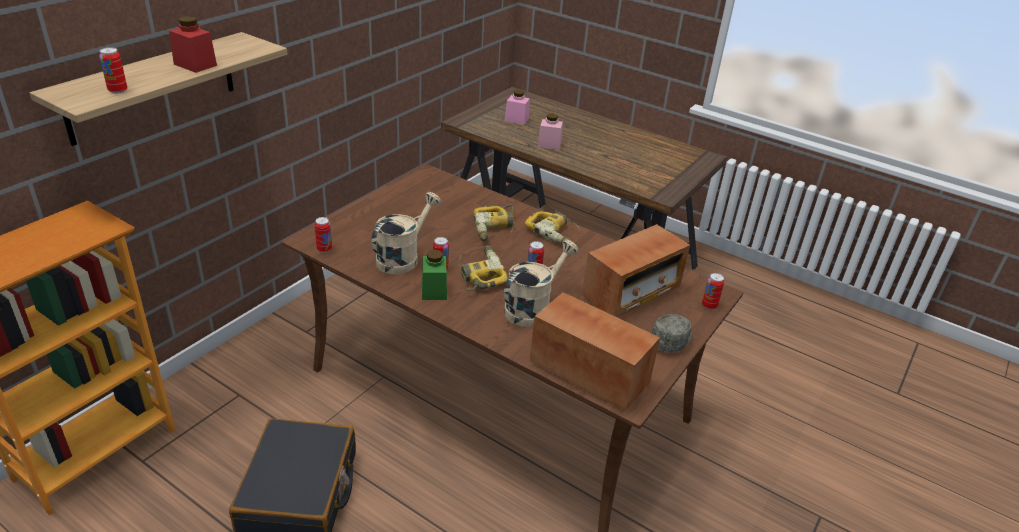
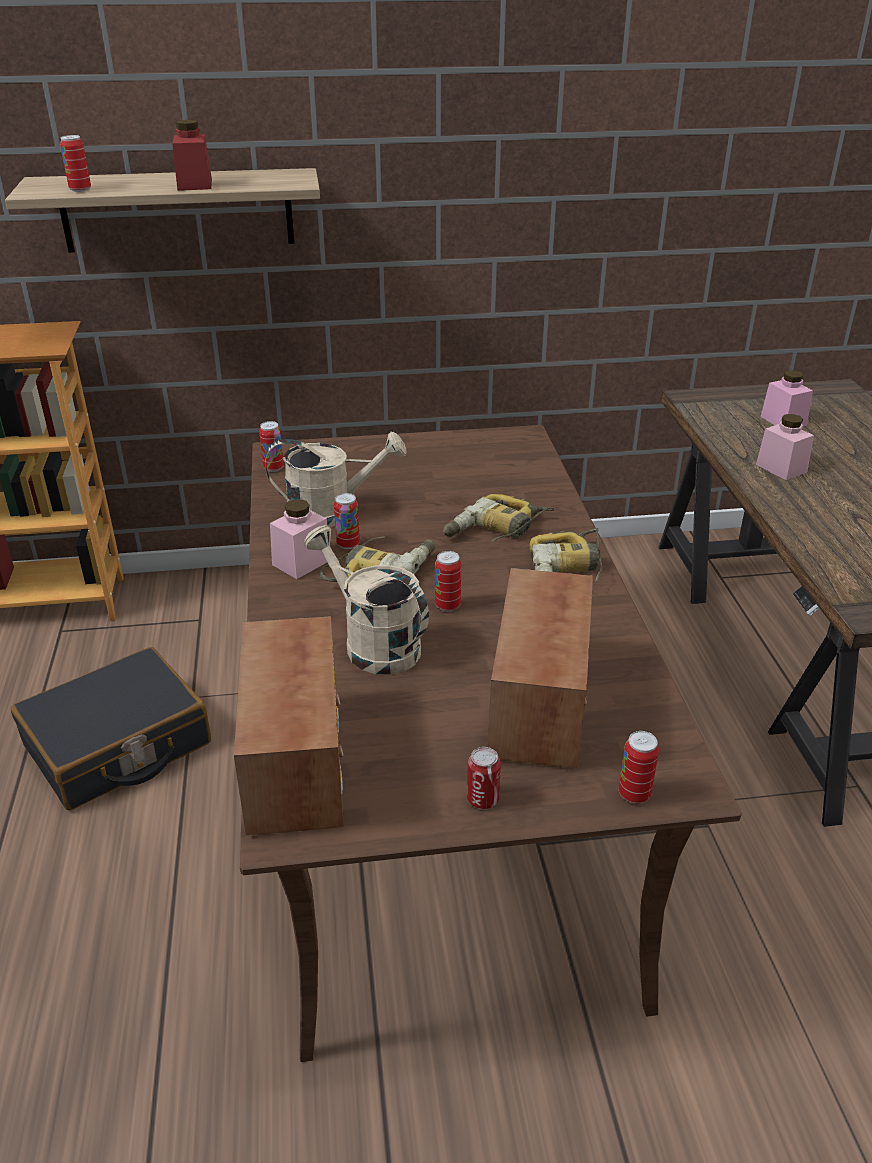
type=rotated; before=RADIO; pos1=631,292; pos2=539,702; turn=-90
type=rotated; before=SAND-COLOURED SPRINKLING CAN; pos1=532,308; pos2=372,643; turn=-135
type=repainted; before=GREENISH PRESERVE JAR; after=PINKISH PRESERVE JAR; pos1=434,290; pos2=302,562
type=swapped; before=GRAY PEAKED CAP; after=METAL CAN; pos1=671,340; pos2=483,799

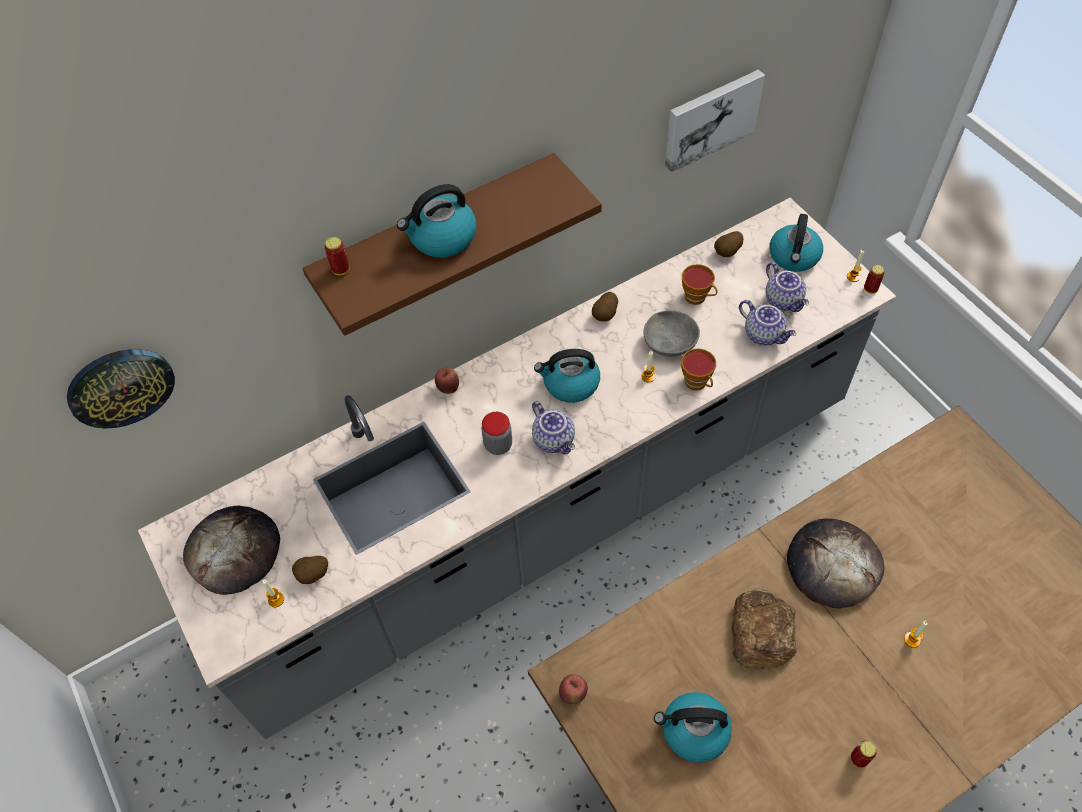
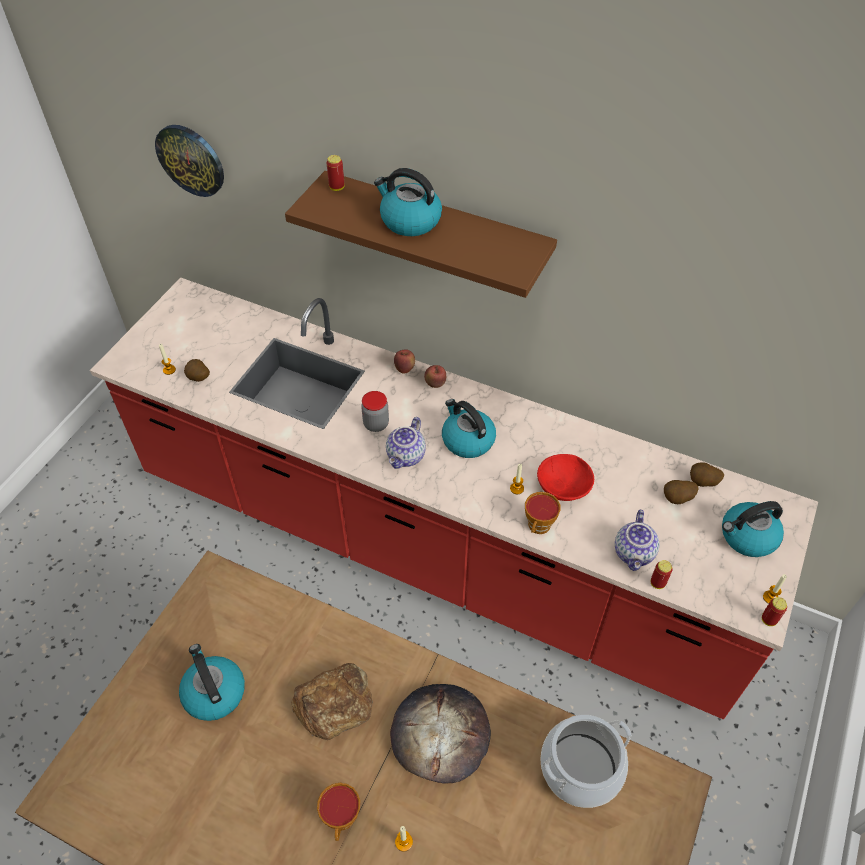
type=gone; before=WALL PICTURE; pos1=710,118
type=repainted; before=GRAY COUNTER; after=REDDISH COUNTER; pos1=546,515; pos2=432,547
type=gone; before=TEA POT; pos1=784,300
type=shifted; before=SMALL CUP; pos1=697,297; pos2=342,820
type=shifted; before=WHOLE POTATO; pos1=605,315; pos2=677,499
type=repainted; before=GRAY DEEP DISH; after=REDDISH DEEP DISH; pos1=670,343; pos2=564,488
type=gone; before=BREAD; pos1=234,551
type=shifted; before=APPLE; pos1=573,694; pos2=435,384
type=shifted; before=METAL CAN; pos1=858,759; pos2=657,583
type=new; after=SAUCEPOT; pos2=581,768

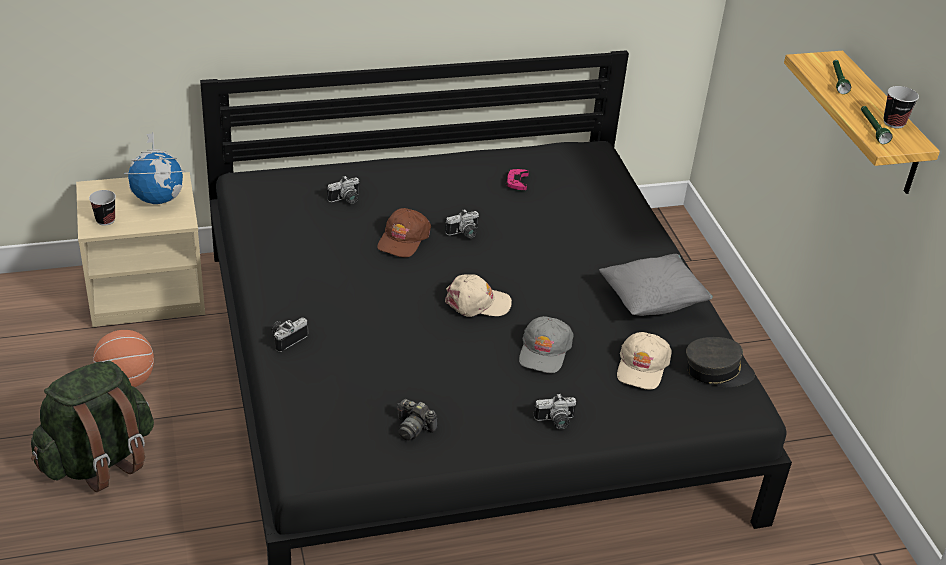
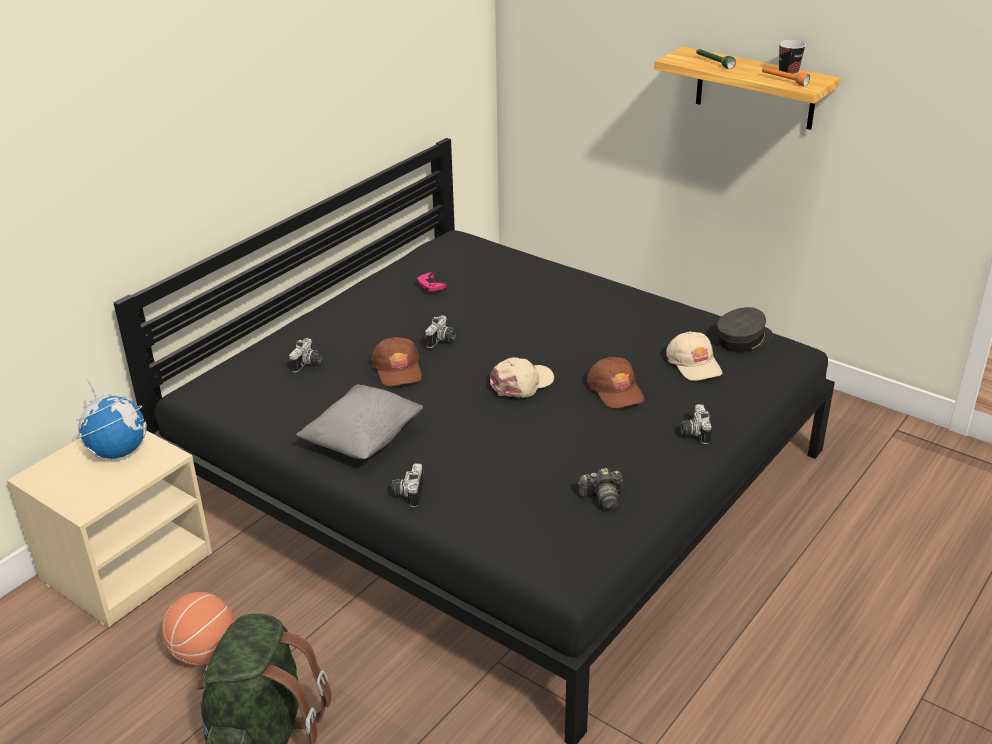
type=repainted; before=GREENISH FLASHLIGHT; after=ORANGEY FLASHLIGHT; pos1=872,129; pos2=783,81
type=gone; before=SMALL CUP; pos1=105,220
type=shifted; before=GRAY PILLOW; pos1=652,301; pos2=363,440
type=repainted; before=GRAY PEAKED CAP; after=BROWN-COLOURED PEAKED CAP; pos1=544,351; pos2=615,390
type=rotated; before=PHOTO CAMERA; pos1=555,422; pos2=693,432; turn=135

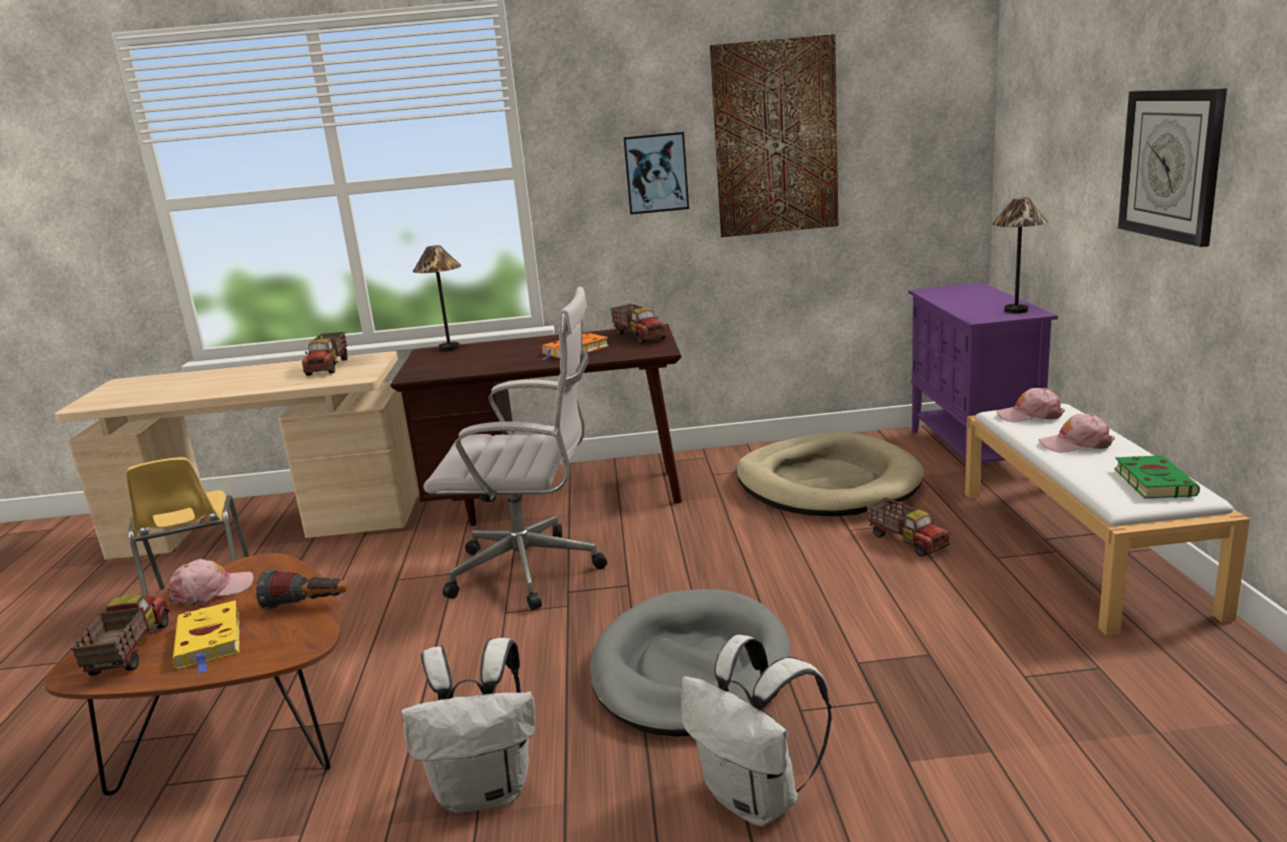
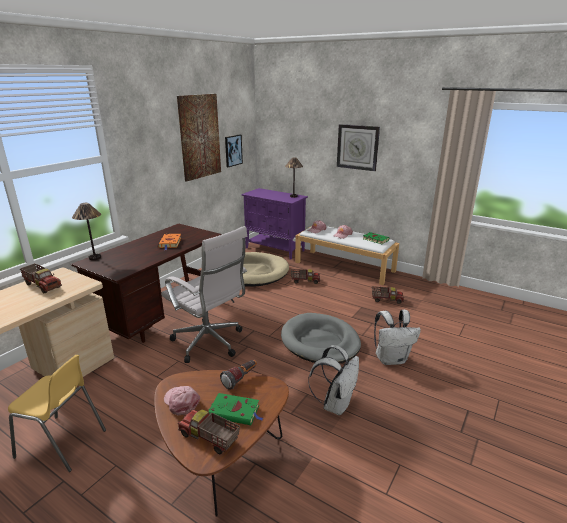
type=shifted; before=WALL PICTURE; pos1=656,173; pos2=233,150
type=rotated; before=WHITE DESK CHAIR; pos1=533,571; pos2=210,343; turn=90
type=shifted; before=TOY LORRY; pos1=640,336; pos2=386,300
type=rotated; before=PINKISH PEAKED CAP; pos1=211,591; pos2=181,402; turn=-45
type=repainted; before=YELLOW-COLOURED BOOK; after=GREENISH BOOK; pos1=209,641; pos2=235,412

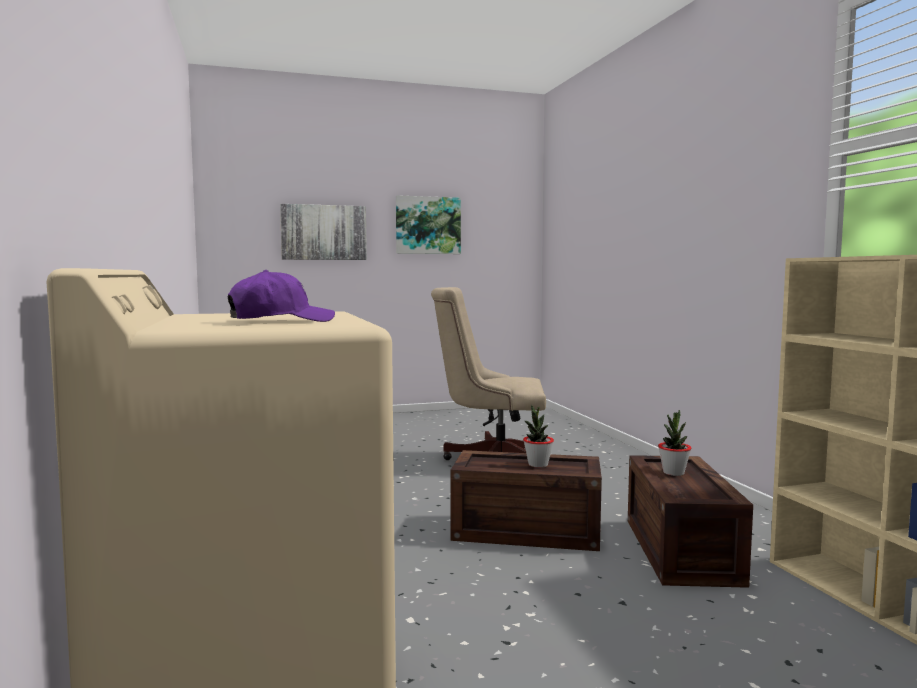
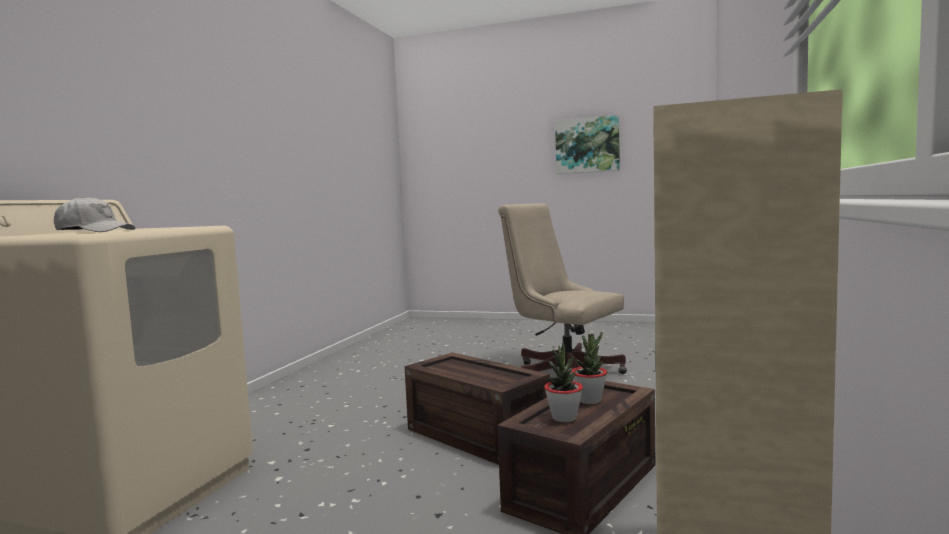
type=gone; before=WALL PICTURE; pos1=324,232
type=repainted; before=PURPLE PEAKED CAP; after=WHITE PEAKED CAP; pos1=281,321; pos2=94,232
type=shifted; before=POTTED PLANT; pos1=538,465; pos2=564,418

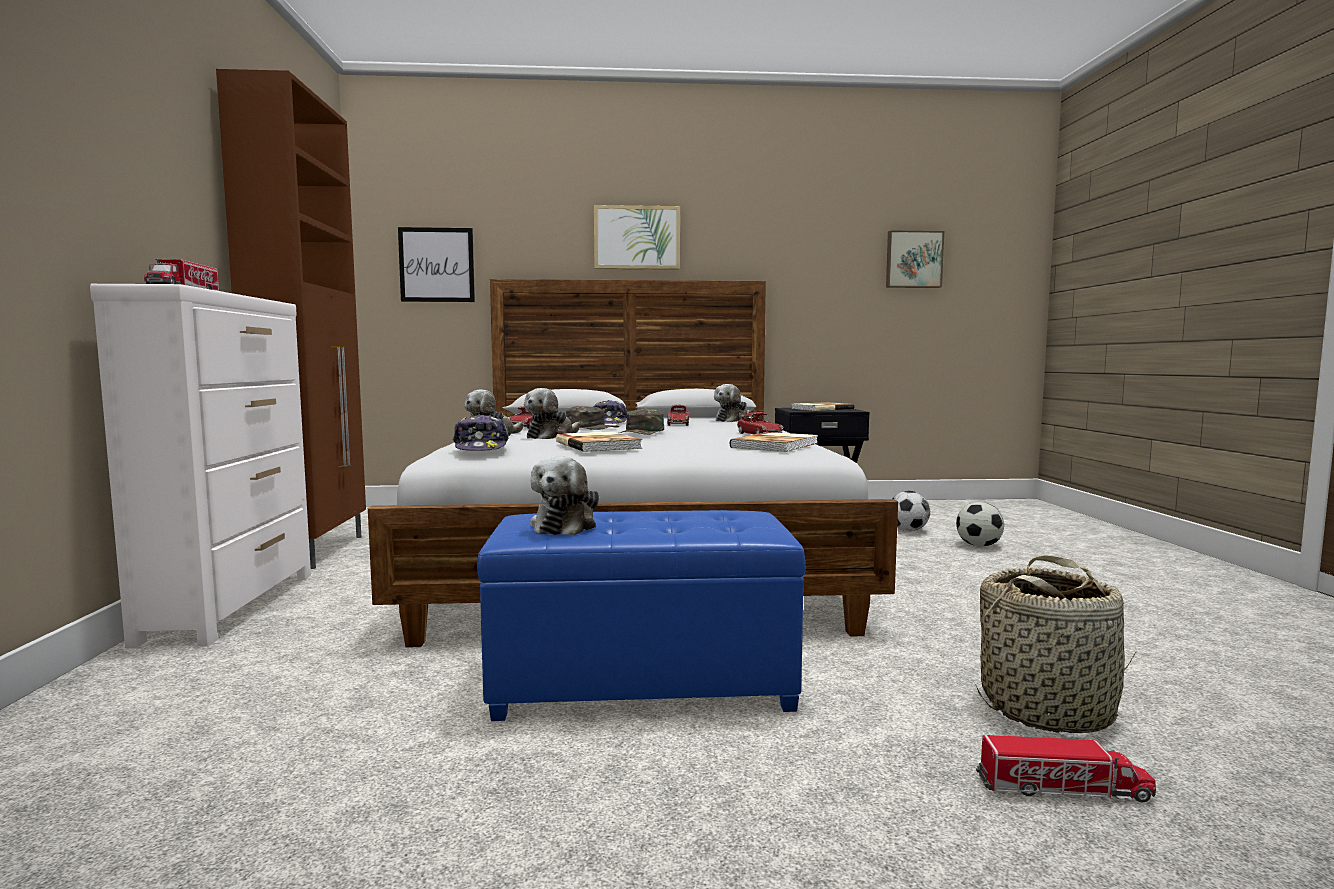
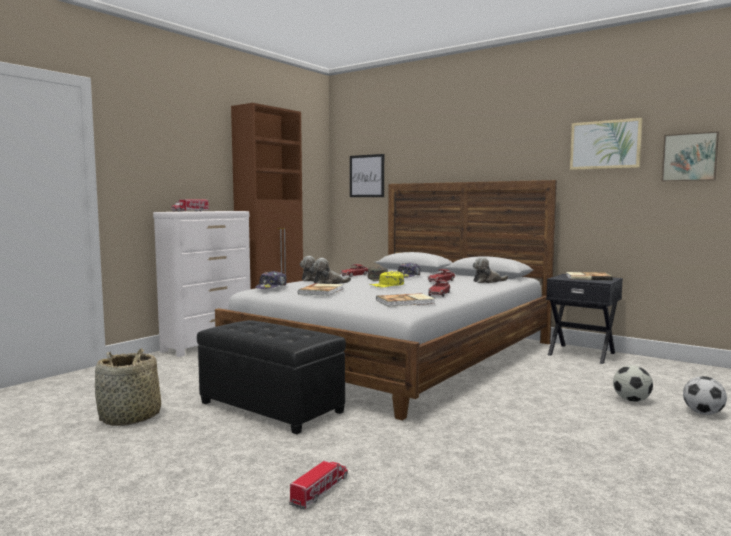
type=shifted; before=WALL PICTURE; pos1=637,238; pos2=605,145
type=repainted; before=GREENISH PEAKED CAP; after=YELLOW-COLOURED PEAKED CAP; pos1=642,432; pos2=387,285
type=gone; before=SOFT TOY; pos1=565,525
type=shifted; before=FOOTBALL; pos1=908,530; pos2=703,413
type=repainted; before=BLUE-COLOURED OTTOMAN; after=BLACK OTTOMAN; pos1=642,681; pos2=271,407
type=shifted; before=STORAGE BASKET; pos1=1048,708; pos2=130,418
type=rotated; before=TOY LORRY; pos1=1063,789; pos2=320,491; turn=-105

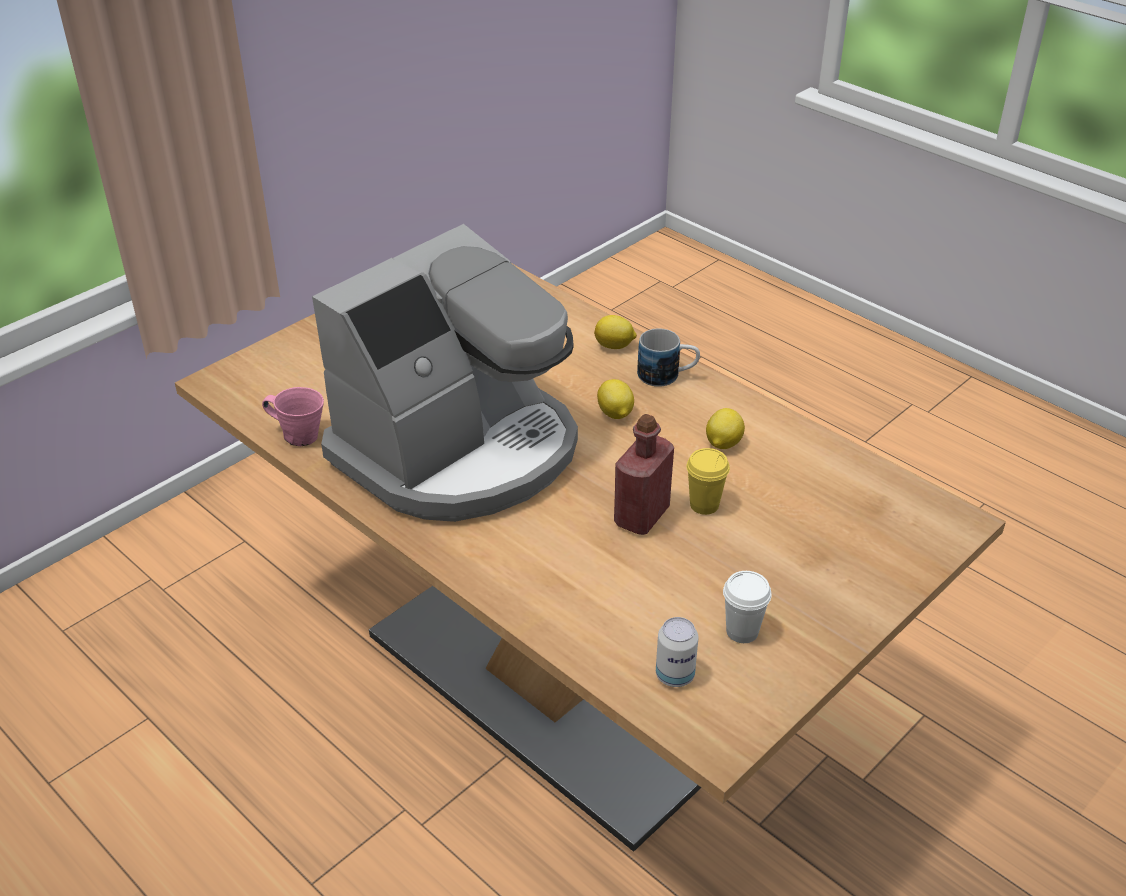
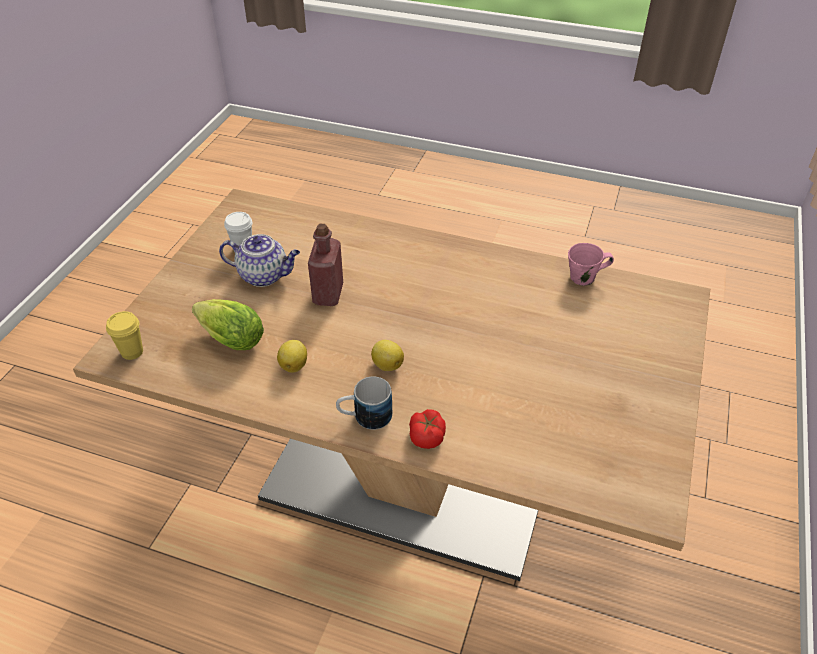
type=gone; before=COFFEE MAKER; pos1=459,451
type=swapped; before=WHOLE LEMON; after=TOMATO; pos1=614,346; pos2=427,436
type=shifted; before=YELLOW-COLOURED SMALL CUP; pos1=704,505; pos2=132,352
type=gone; before=METAL CAN; pos1=674,675
type=new; after=TEA POT; pos2=264,275
type=new; after=HEAD OF LETTUCE; pos2=228,338

